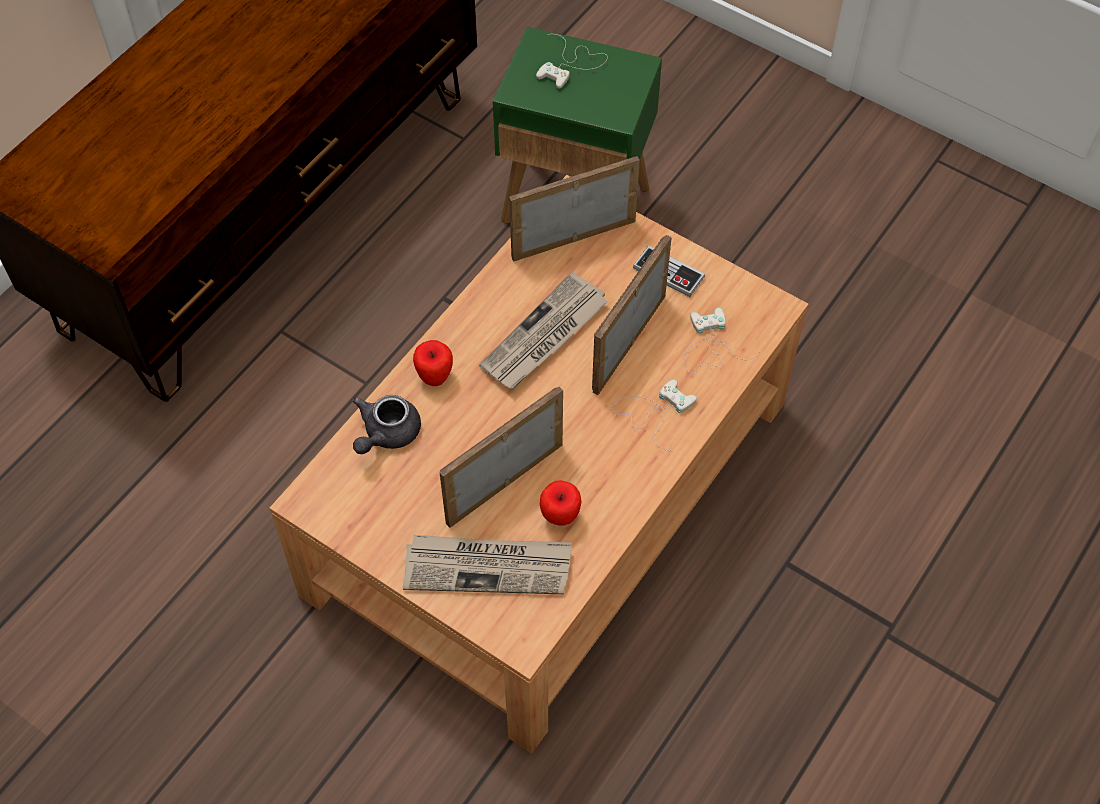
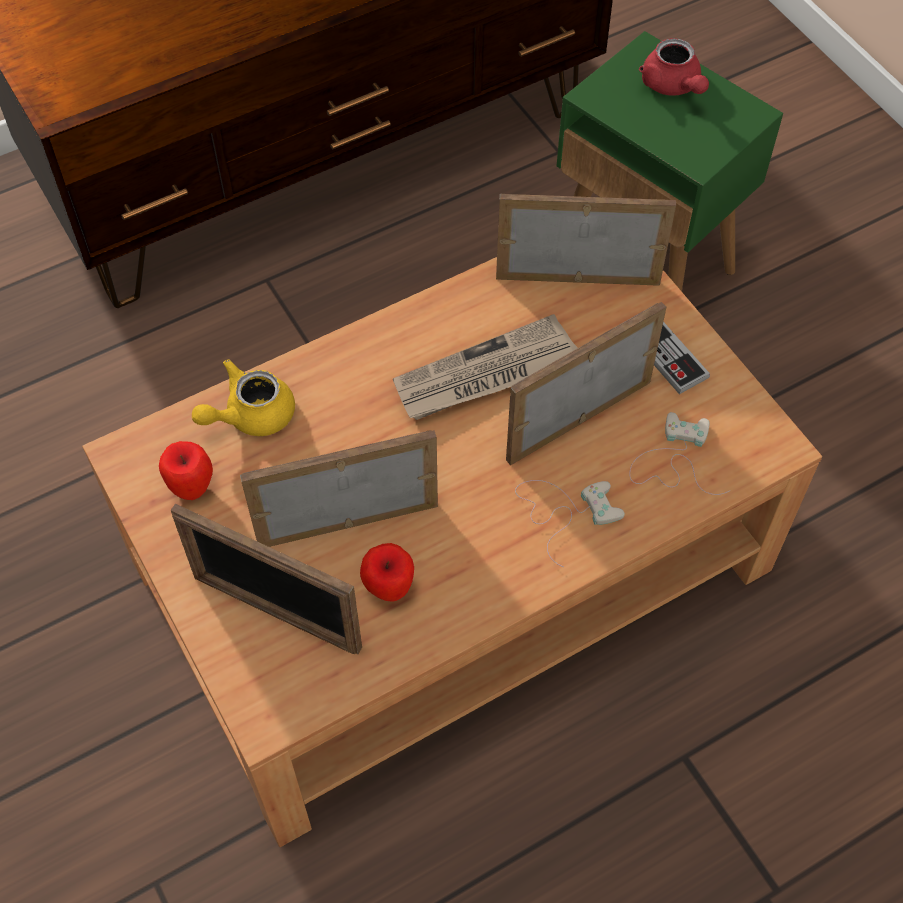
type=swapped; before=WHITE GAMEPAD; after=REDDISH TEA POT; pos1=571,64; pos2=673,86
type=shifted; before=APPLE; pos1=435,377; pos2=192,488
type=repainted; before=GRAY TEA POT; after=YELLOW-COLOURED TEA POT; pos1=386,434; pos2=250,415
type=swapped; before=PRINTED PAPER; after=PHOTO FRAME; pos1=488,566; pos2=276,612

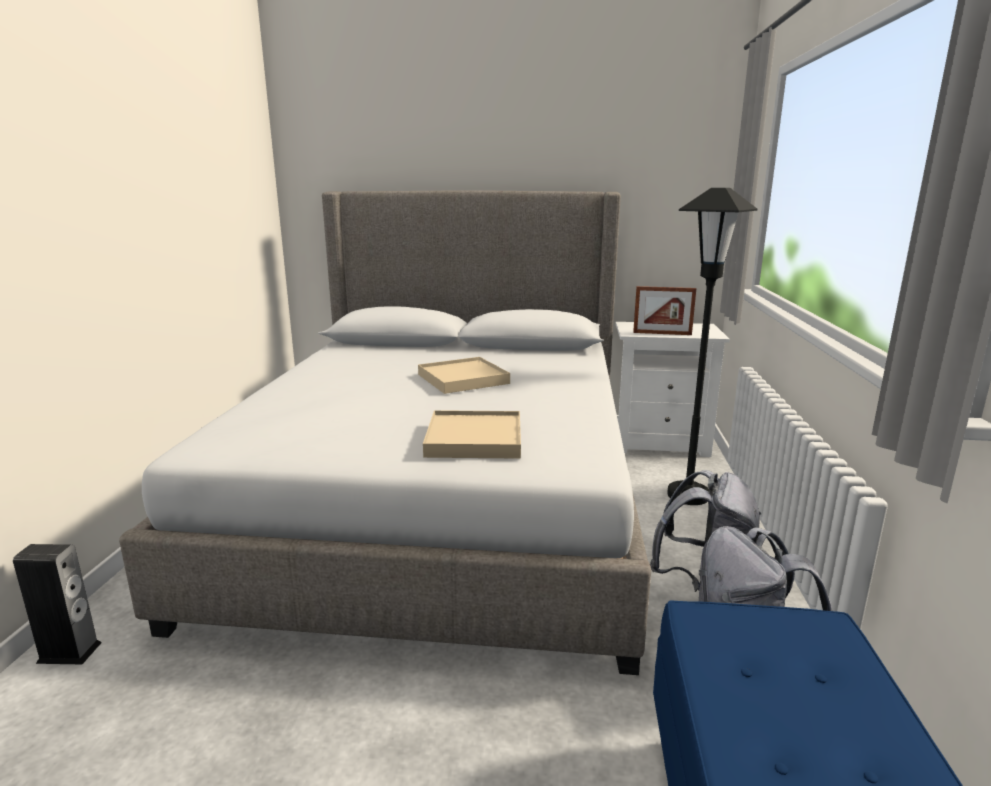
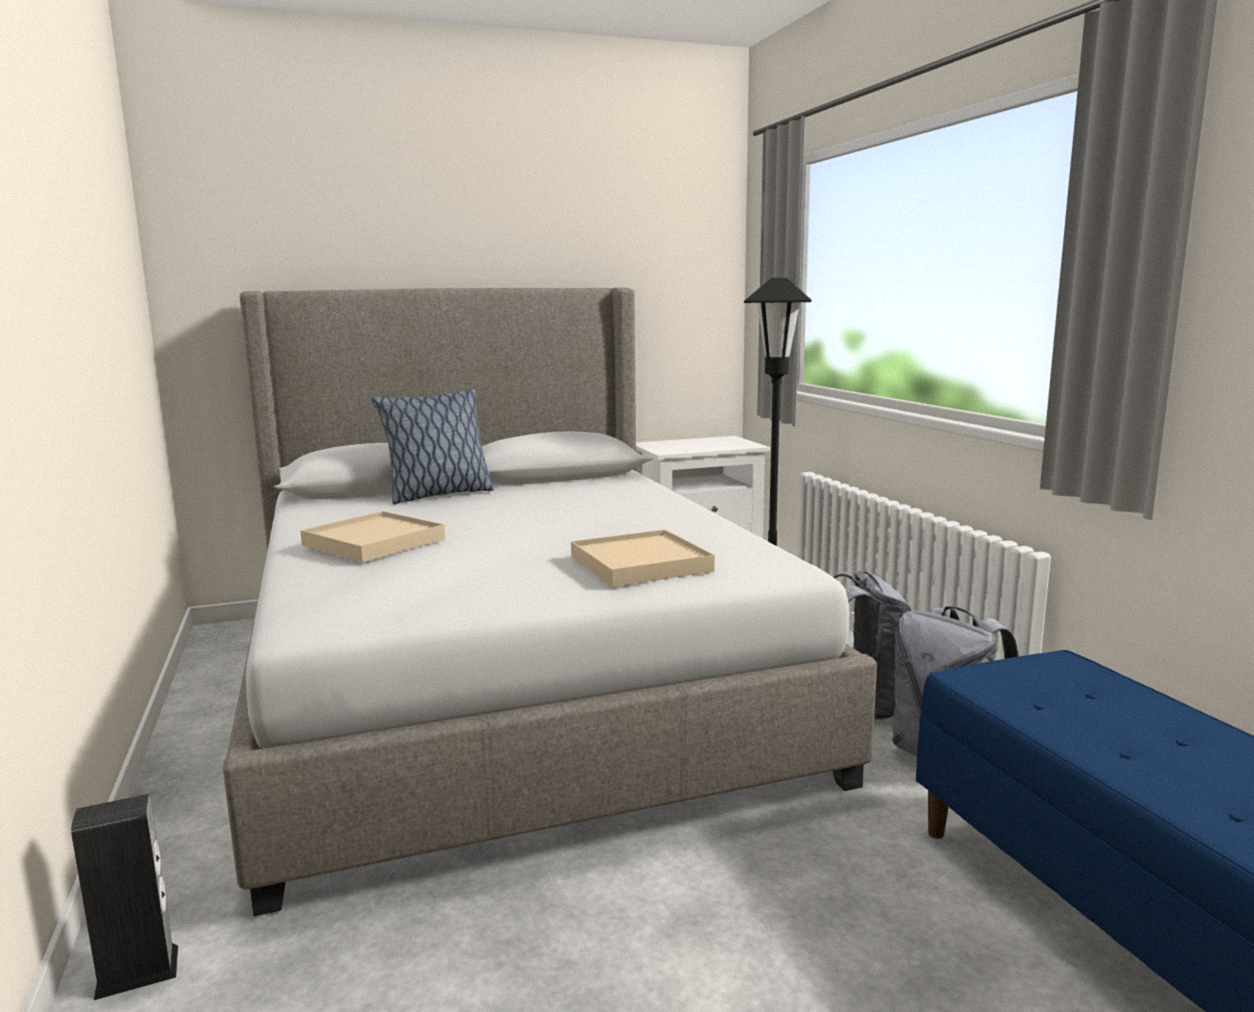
type=gone; before=PHOTO FRAME; pos1=662,333
type=shifted; before=SAND-COLOURED SERVING TRAY; pos1=463,379; pos2=374,542
type=new; after=PILLOW; pos2=438,495

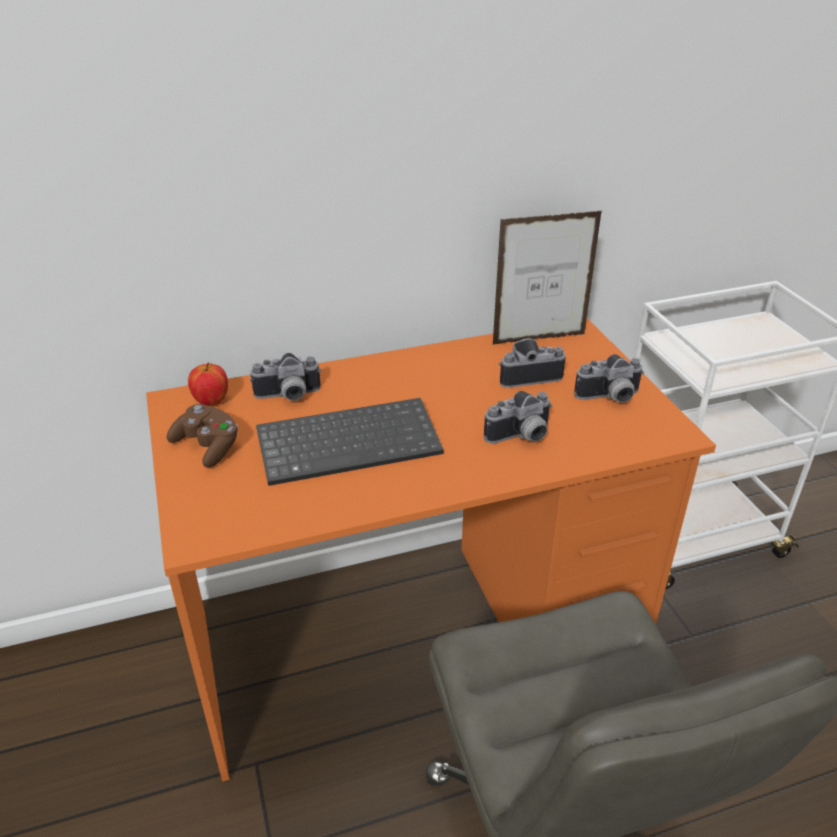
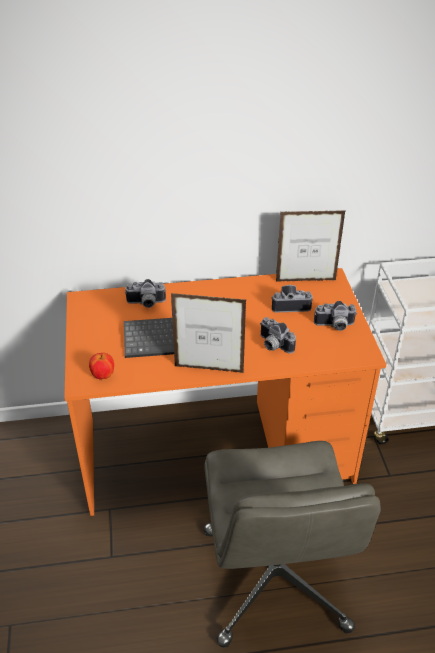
type=shifted; before=APPLE; pos1=211,402; pos2=103,376
type=rotated; before=PHOTO CAMERA; pos1=521,437; pos2=273,345; turn=60
type=gone; before=BROWN-COLOURED GAMEPAD; pos1=208,447
type=new; after=PHOTO FRAME; pos2=209,369

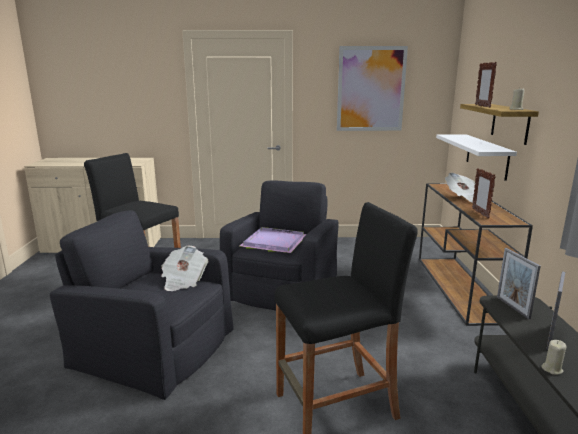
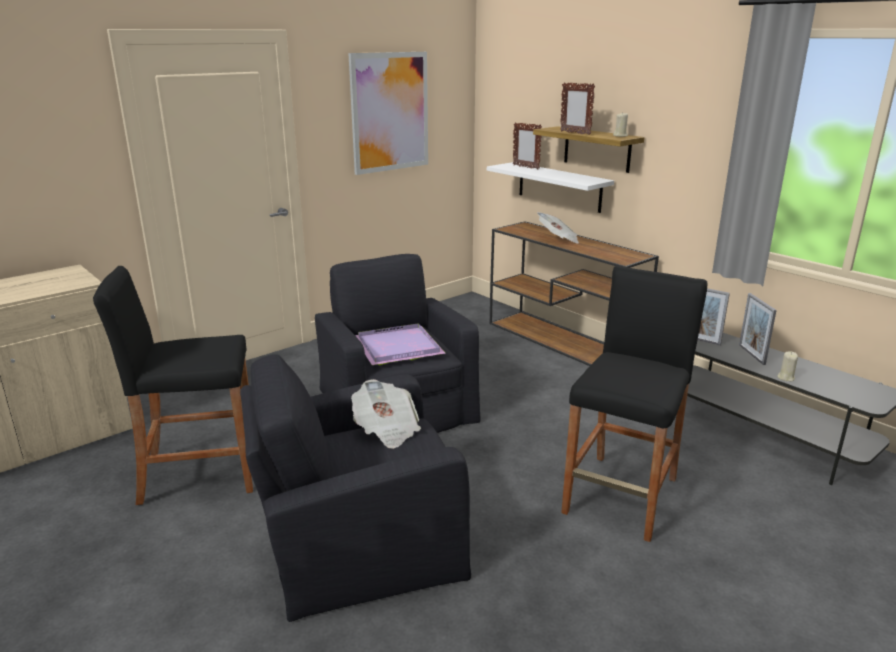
type=shifted; before=PHOTO FRAME; pos1=480,213; pos2=525,167

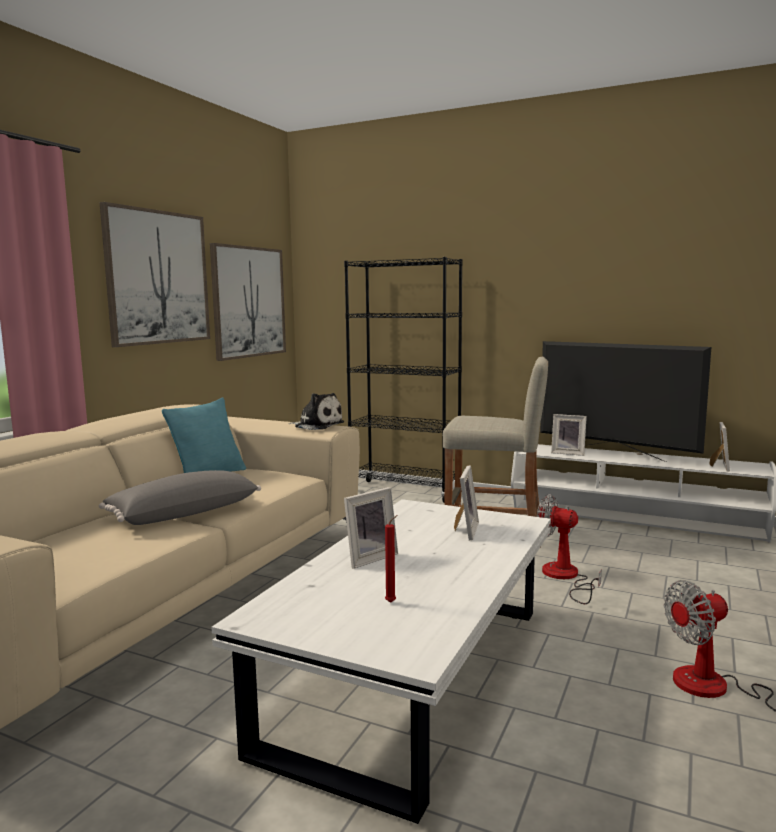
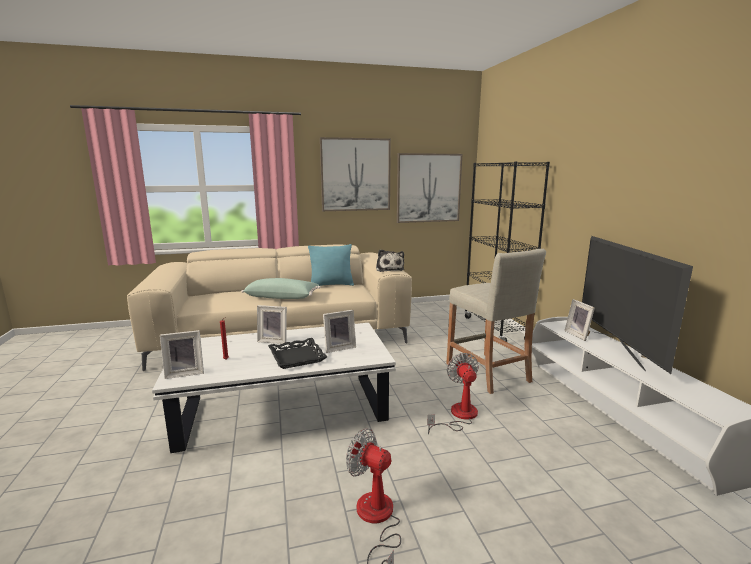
type=shifted; before=PHOTO FRAME; pos1=718,466; pos2=185,373
type=repainted; before=GRAY PILLOW; after=GREENISH PILLOW; pos1=183,513; pos2=282,297
type=new; after=BLACK SERVING TRAY; pos2=296,357

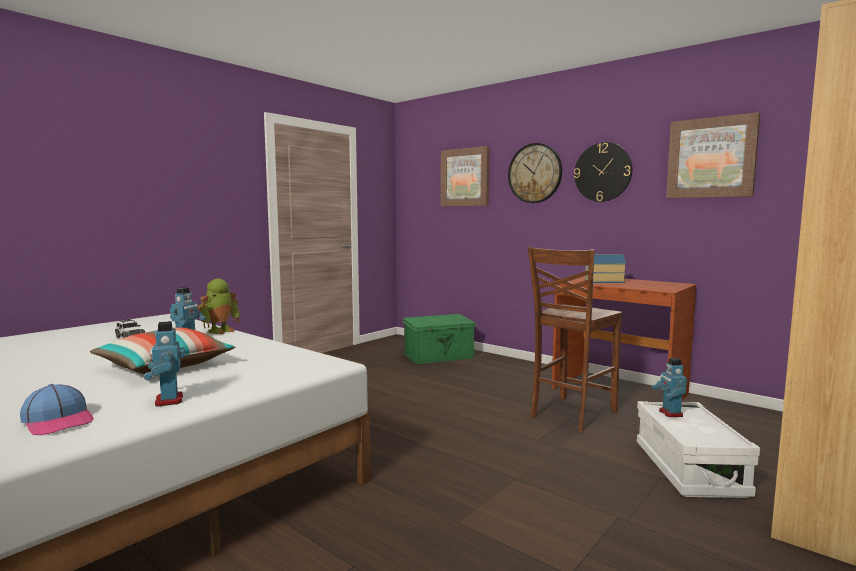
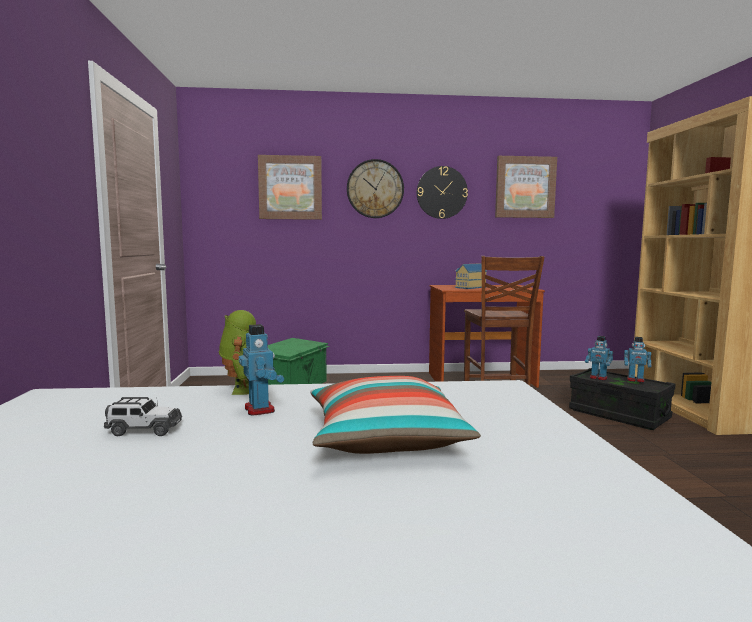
type=shifted; before=TOY ROBOT; pos1=168,401; pos2=635,380
type=gone; before=PEAKED CAP; pos1=58,421
type=repainted; before=WHITE STORAGE CONTAINER; after=BLACK STORAGE CONTAINER; pos1=689,469; pos2=618,414

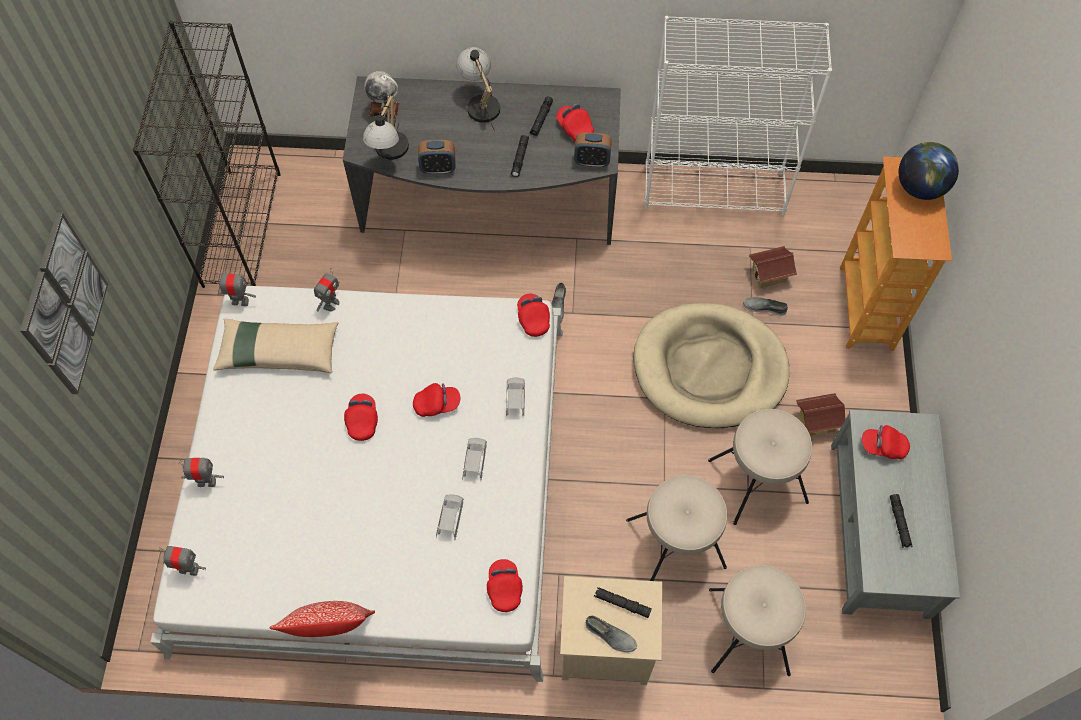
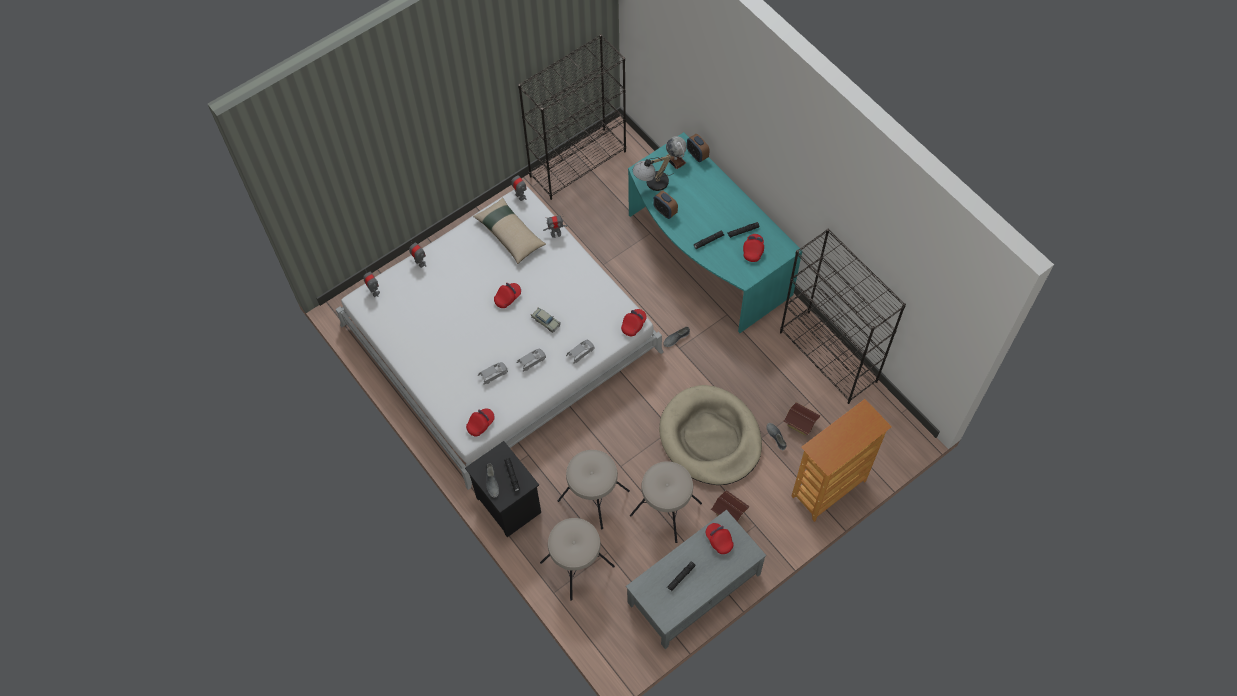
type=repainted; before=WHITE SHELVING UNIT; after=BLACK SHELVING UNIT; pos1=714,190; pos2=829,357
type=gone; before=LAMP FOR A TABLE; pos1=480,102
type=repainted; before=GRAY DESK; after=BLUE-GREEN DESK; pos1=488,204; pos2=705,257
type=shifted; before=BEDSIDE CLOCK; pos1=592,161; pos2=697,155
type=gone; before=WORLD GLOBE; pos1=920,187
type=gone; before=WALL PICTURE; pos1=64,305
type=swapped; before=REDDISH PEAKED CAP; after=SAND-COLOURED MODEL CAR; pos1=437,404; pos2=546,321
type=repainted; before=SAND-COLOURED BEDSIDE TABLE; after=BLACK BEDSIDE TABLE; pos1=603,650; pos2=507,505
type=gone; before=PILLOW; pos1=331,629

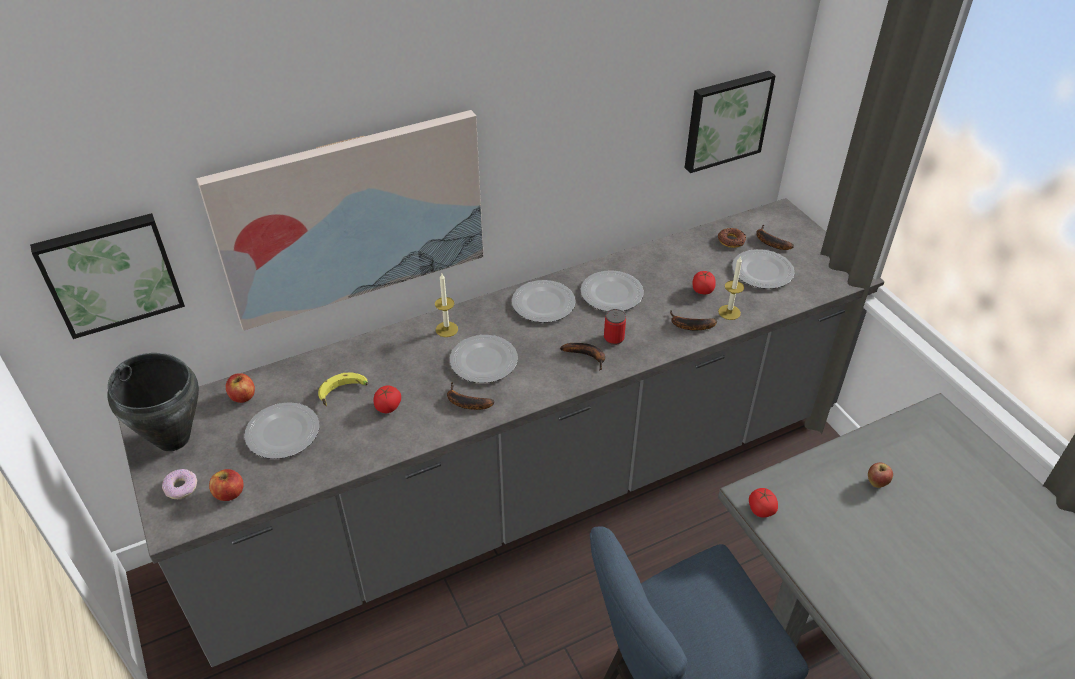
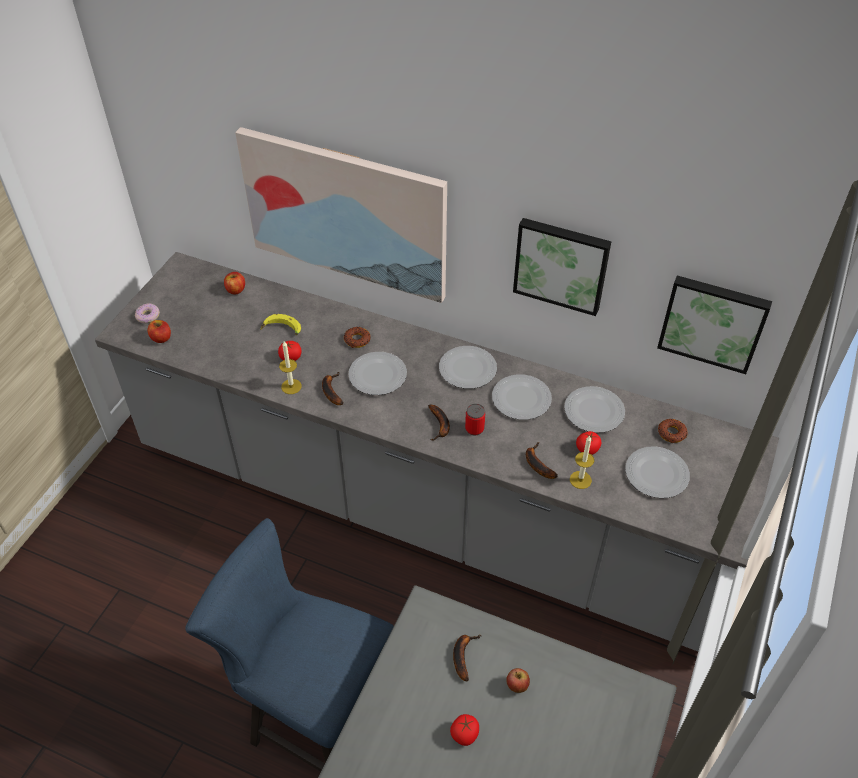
type=shifted; before=WALL PICTURE; pos1=110,273; pos2=561,264
type=shifted; before=BANANA; pos1=769,242; pos2=462,655
type=shifted; before=WAX CANDLE; pos1=446,329; pos2=291,386
type=gone; before=BLACK SAUCEPOT; pos1=173,438
type=shifted; before=DINNER PLATE; pos1=284,432; pos2=595,411
type=shifted; before=TOMATO; pos1=761,510; pos2=464,734
type=new; after=DOUGHNUT; pos2=357,340

